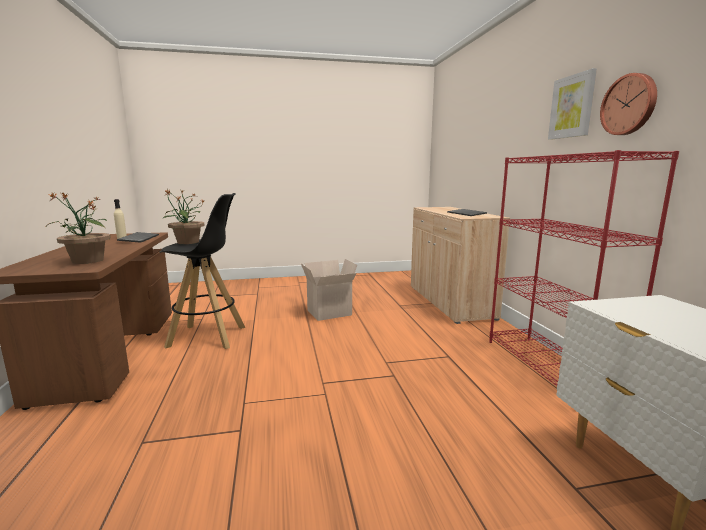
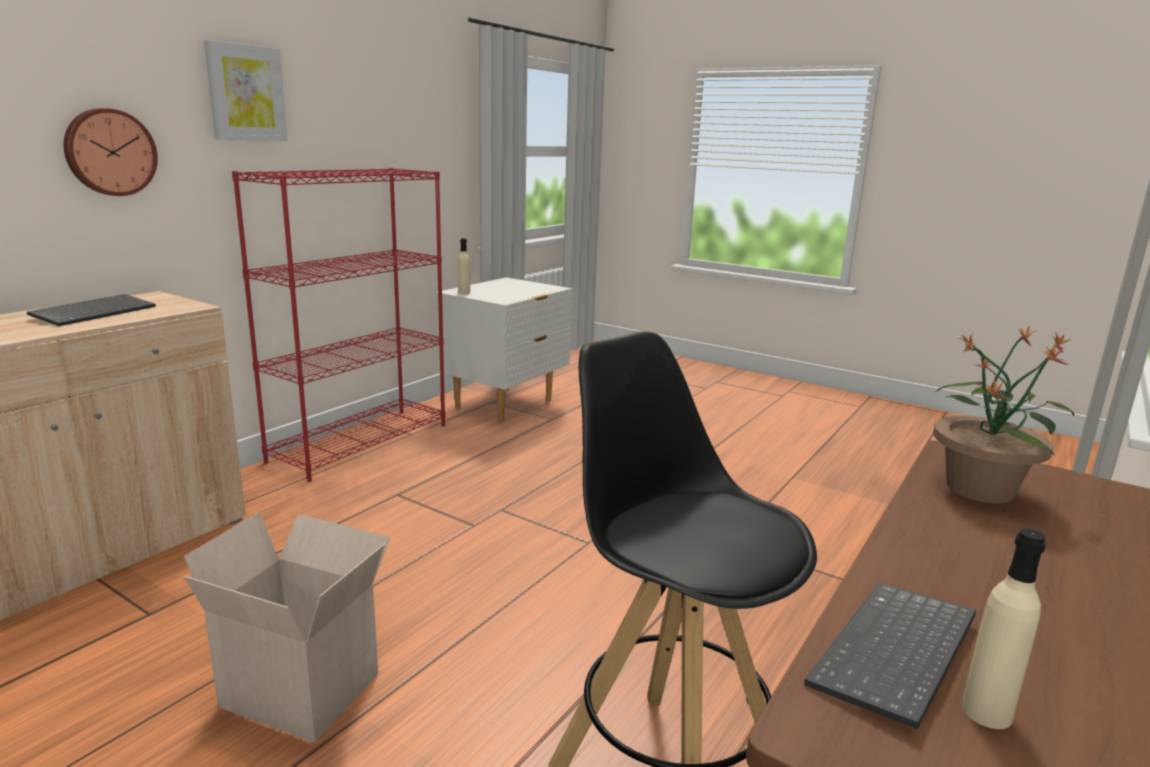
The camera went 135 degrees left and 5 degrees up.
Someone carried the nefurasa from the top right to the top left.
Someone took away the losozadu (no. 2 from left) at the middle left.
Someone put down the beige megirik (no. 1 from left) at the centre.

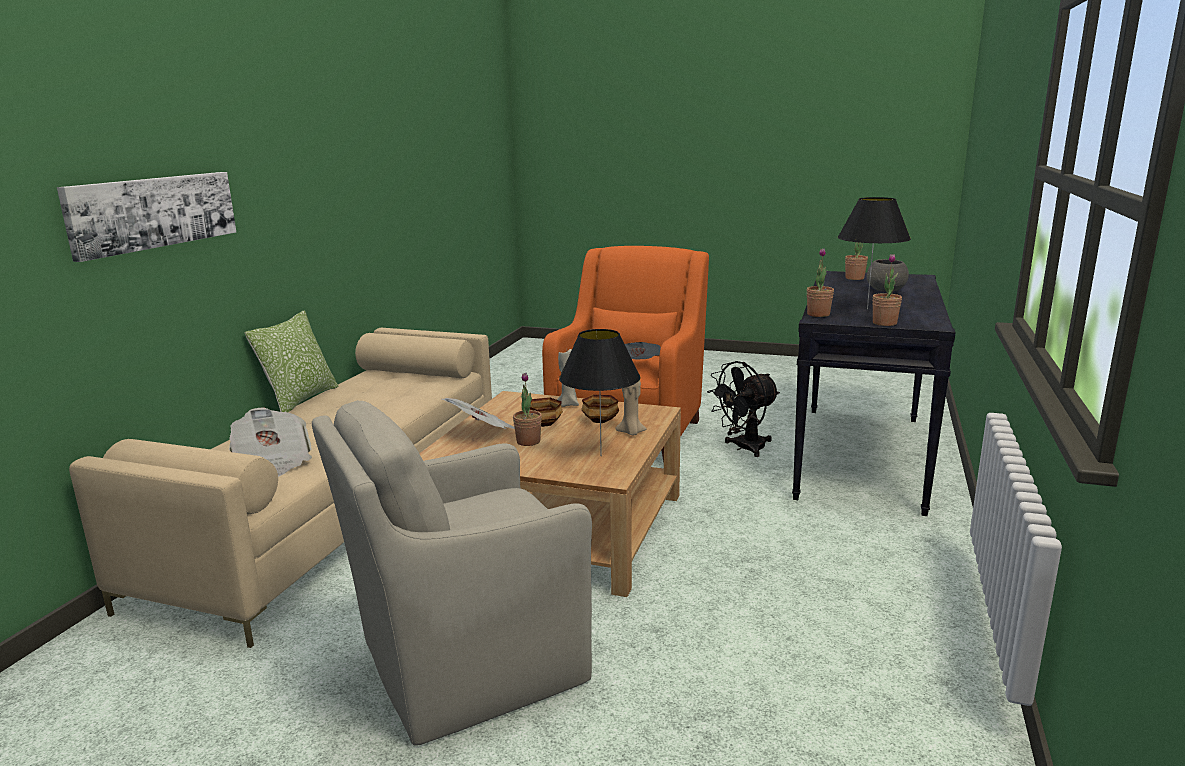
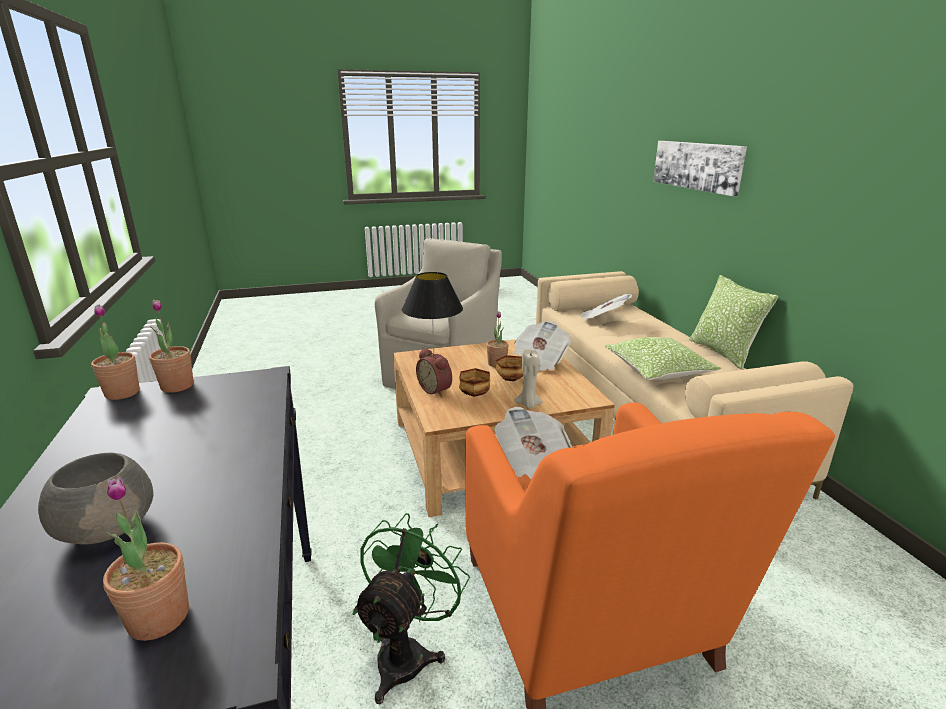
The camera went 145 degrees right and 5 degrees up.
Someone took away the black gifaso (no. 2 from left) at the top right.
Someone carried the losozadu (no. 2 from left in the first image) from the middle right to the middle left.
Someone repainted the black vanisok at the centre, which became the green vanisok at the bottom centre.
Someone swapped the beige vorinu (no. 2 from left) at the centre for the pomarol at the centre.
Someone put down the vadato (no. 1 from left) at the middle right.

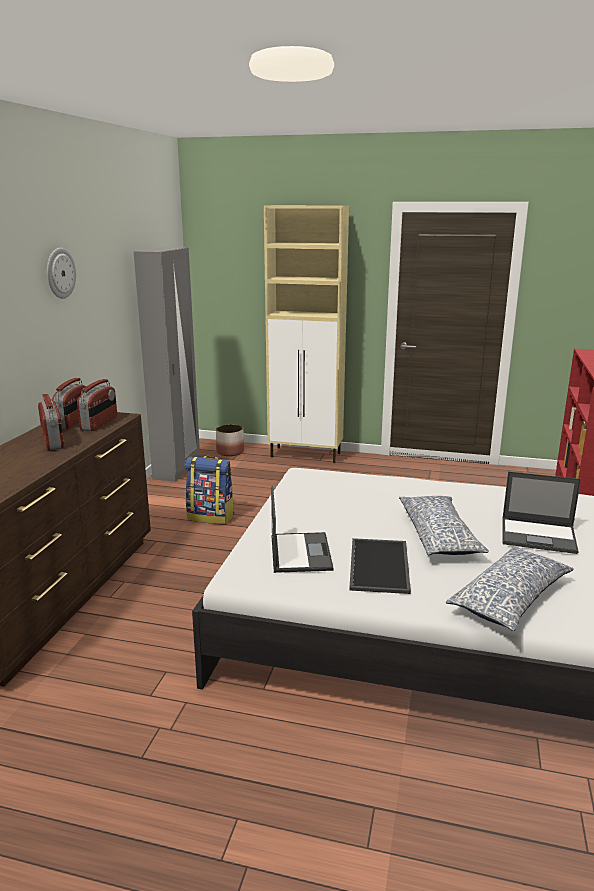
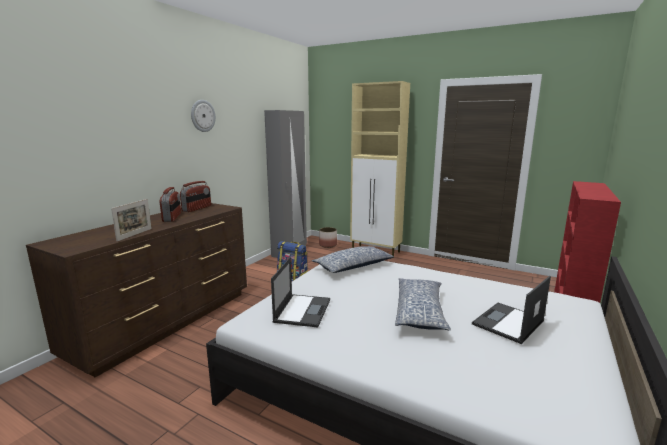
The camera went 15 degrees right and 5 degrees down.
Someone took away the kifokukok (no. 3 from left) at the middle left.
Someone rotated the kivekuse (no. 2 from left) at the middle right by 105 degrees clockwise.
Someone took away the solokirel at the centre.
Someone carried the vadato (no. 2 from left in the first image) from the middle right to the centre.
Someone put down the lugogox at the middle left.

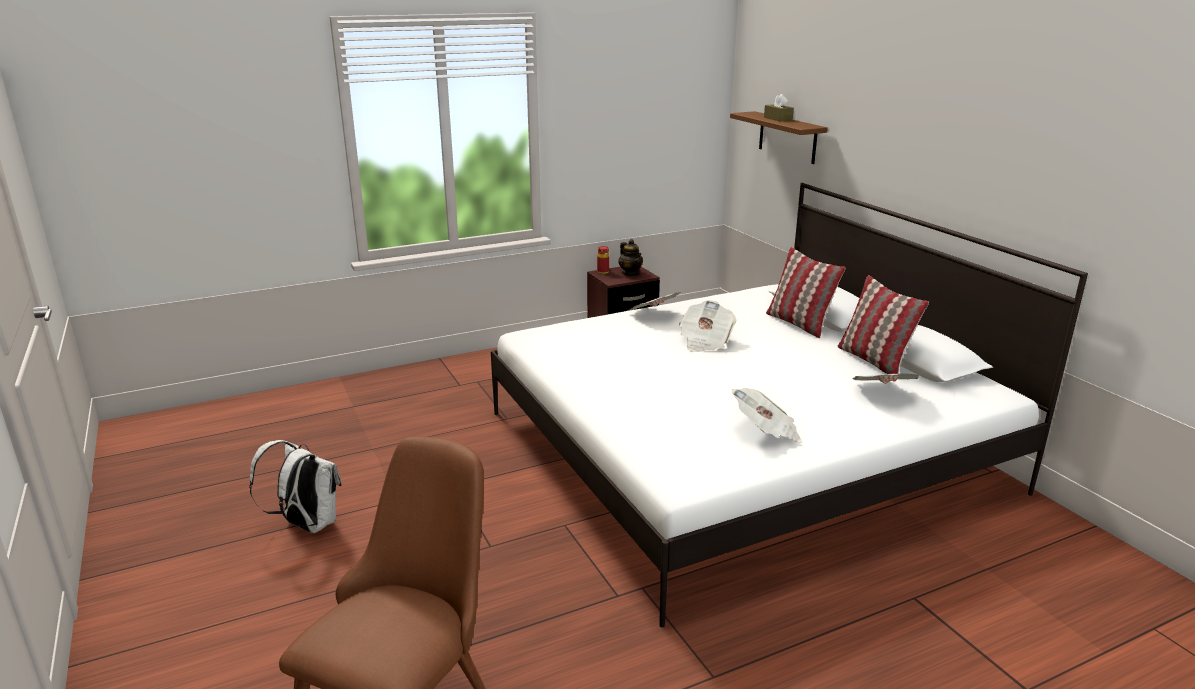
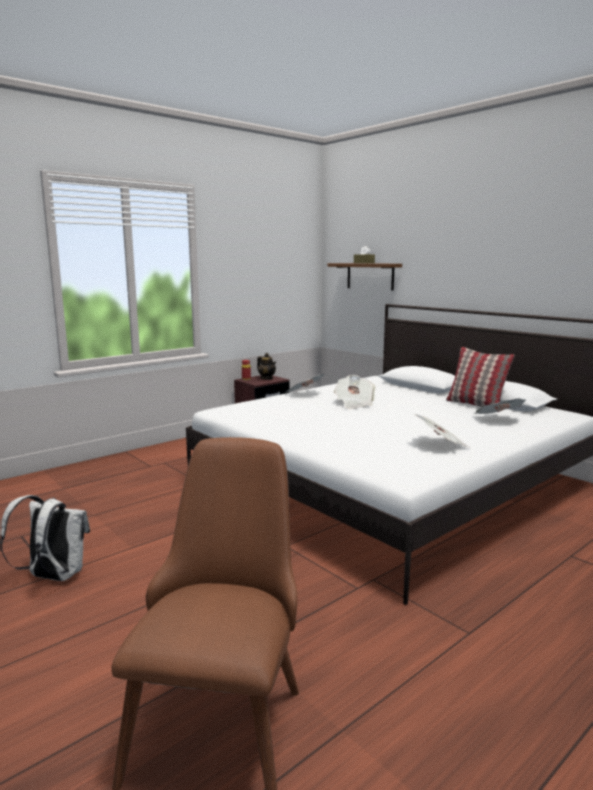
The camera went 15 degrees left and 10 degrees down.
Someone took away the vadato (no. 1 from left) at the middle right.

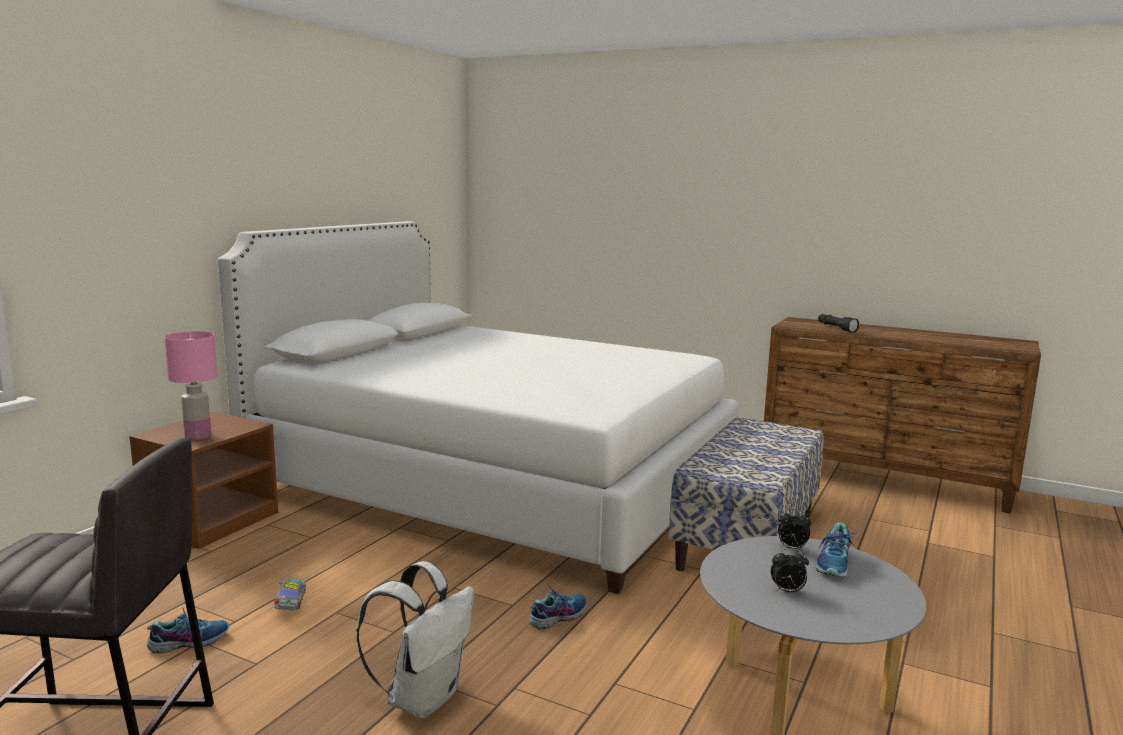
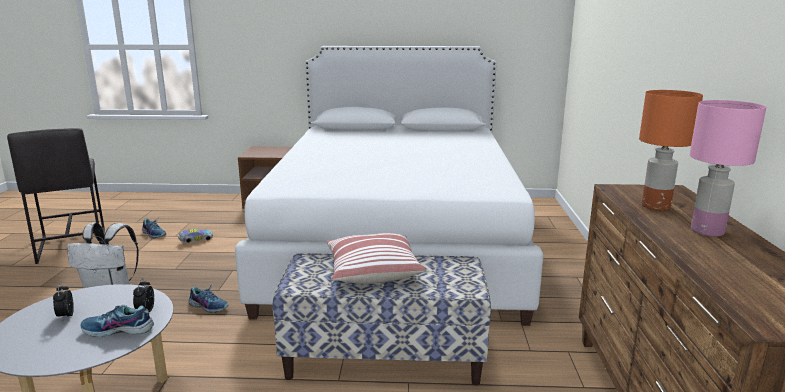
The camera went 65 degrees right and 5 degrees up.
Someone swapped the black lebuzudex at the middle right for the orange gifaso at the middle right.
Someone carried the pink gifaso from the middle left to the middle right.
Someone put down the vadato at the centre.

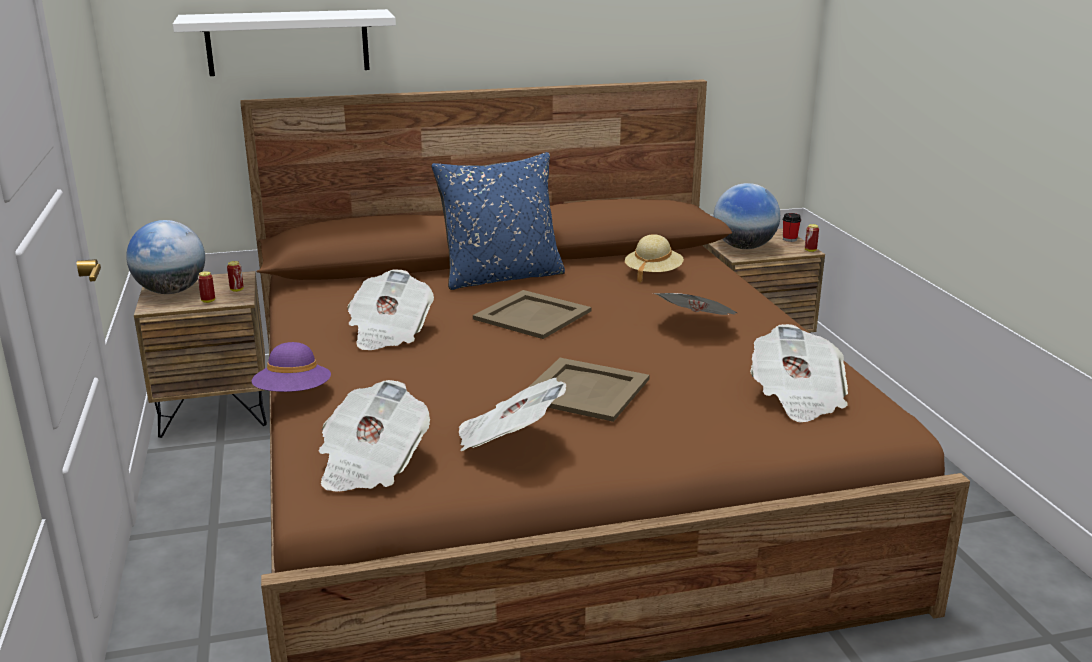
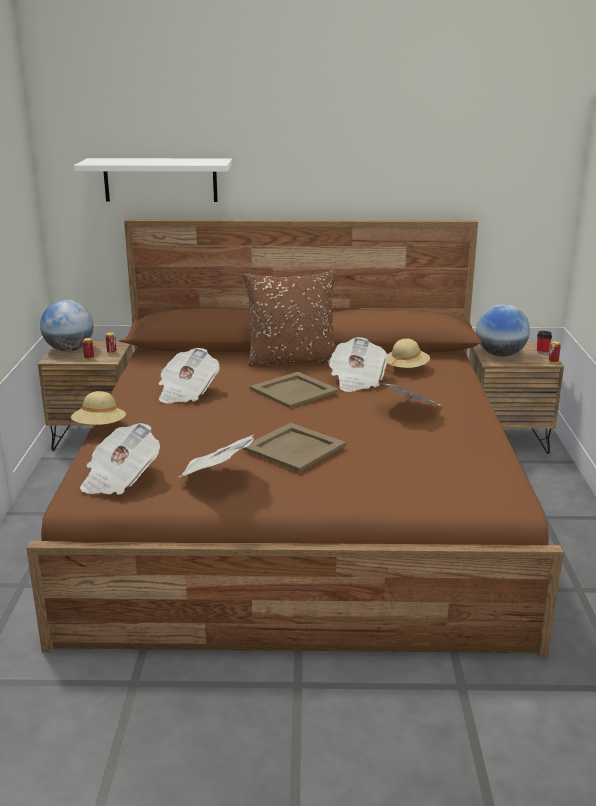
The camera went 15 degrees right and 0 degrees up.
Someone repainted the blue vadato at the centre, which became the brown vadato at the centre.
Someone carried the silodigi (no. 5 from left in the first image) from the middle right to the centre.
Someone repainted the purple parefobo at the middle left, which became the beige parefobo (no. 1 from left) at the middle left.

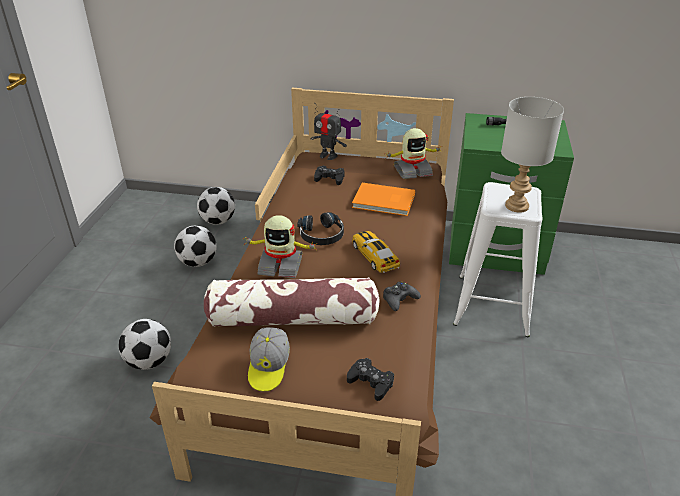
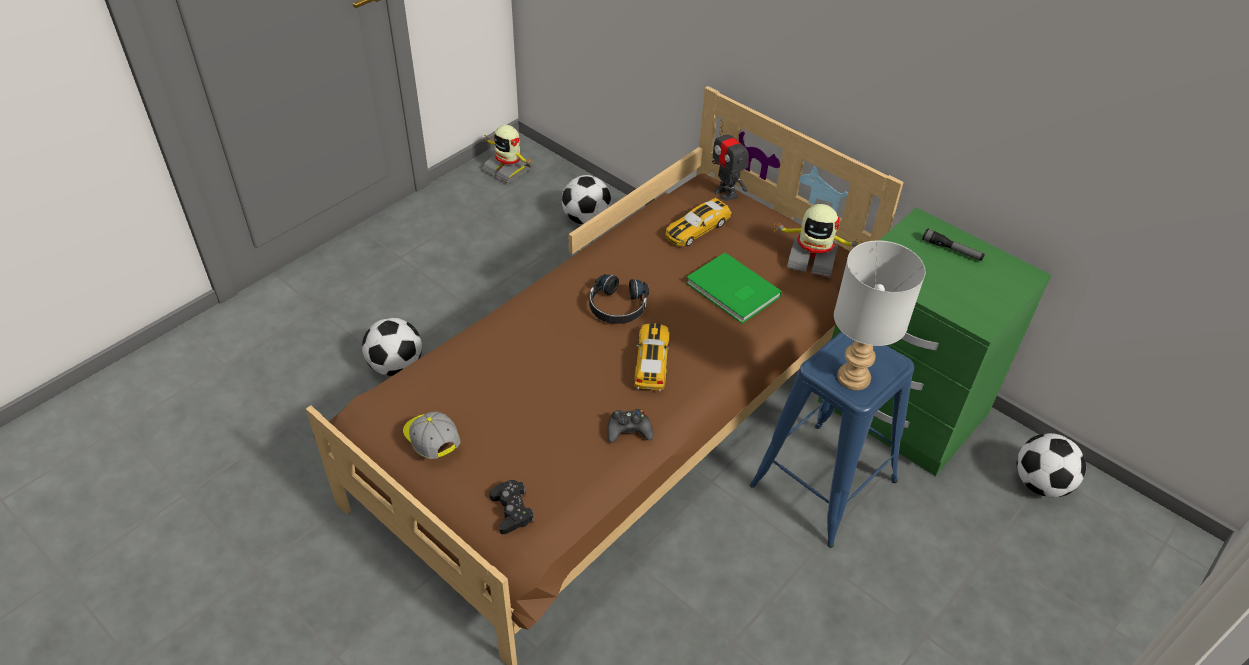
The camera went 30 degrees right and 10 degrees up.
Someone swapped the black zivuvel (no. 1 from left) at the centre for the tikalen (no. 2 from left) at the centre.
Someone repainted the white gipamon at the middle right, which became the blue gipamon at the centre.
Someone repainted the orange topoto at the centre, which became the green topoto at the centre.
Someone carried the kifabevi (no. 1 from left) from the centre to the top centre.
Someone carried the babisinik (no. 2 from left in the first image) from the middle left to the bottom right.
Someone took away the vadato at the centre.
Someone rotated the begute at the bottom centre by 105 degrees clockwise.

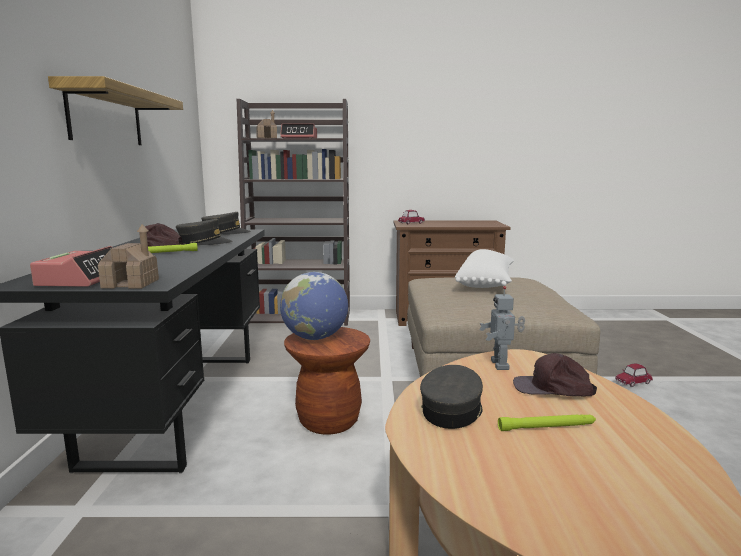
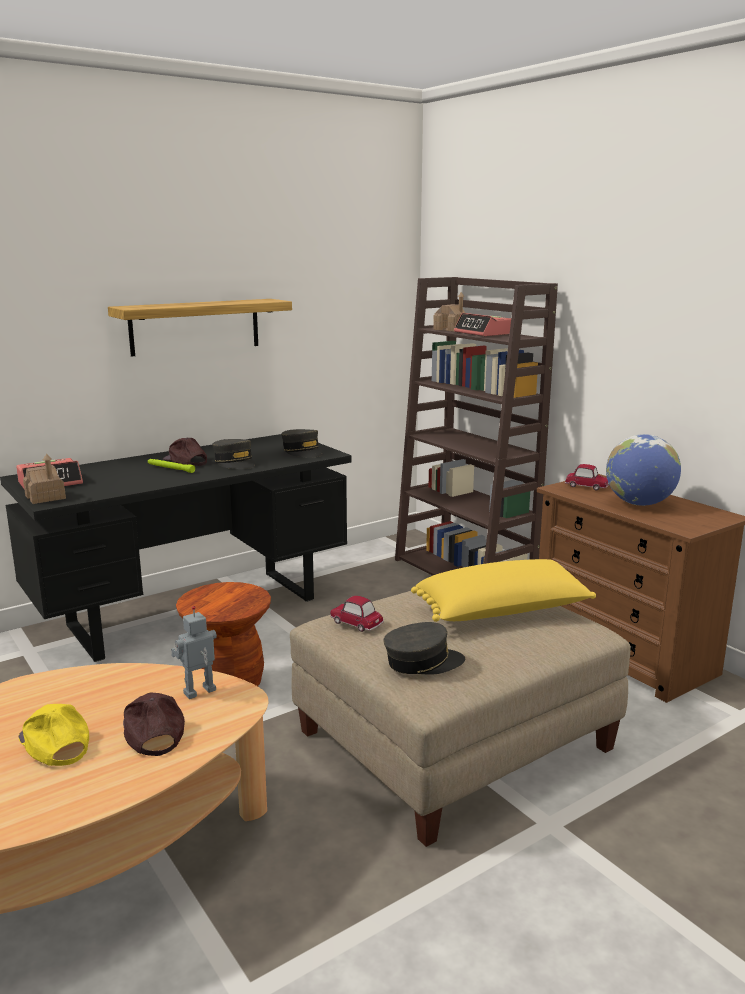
The camera went 55 degrees right and 5 degrees up.
Someone repainted the white vadato at the centre, which became the yellow vadato at the middle right.
Someone carried the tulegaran from the centre to the middle right.
Someone carried the tikalen (no. 2 from left in the first image) from the bottom right to the centre.
Someone carried the grey begute (no. 3 from left) from the bottom centre to the centre.
Someone swapped the green lebuzudex (no. 2 from left) at the bottom right for the yellow begute at the bottom left.

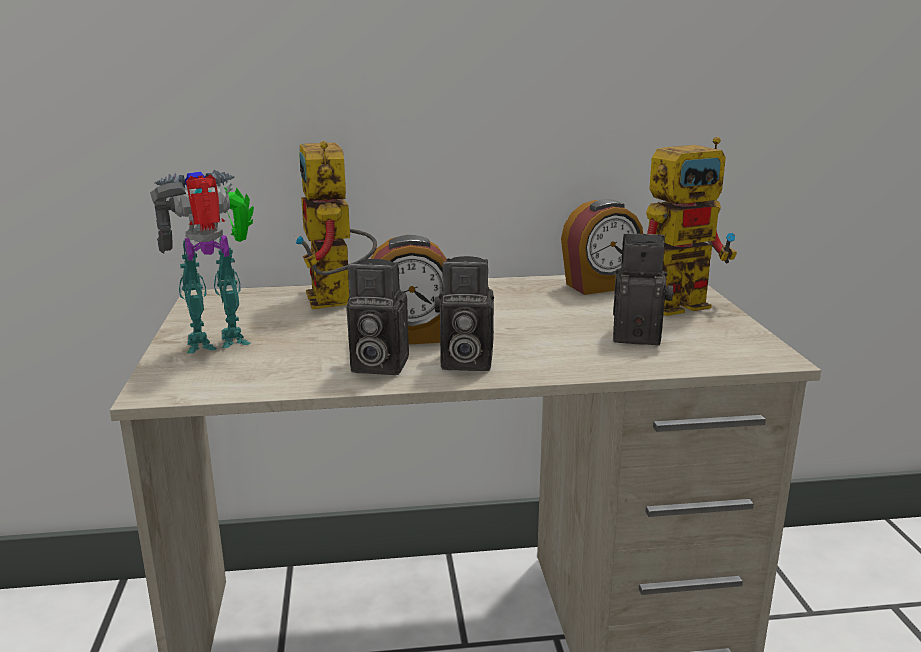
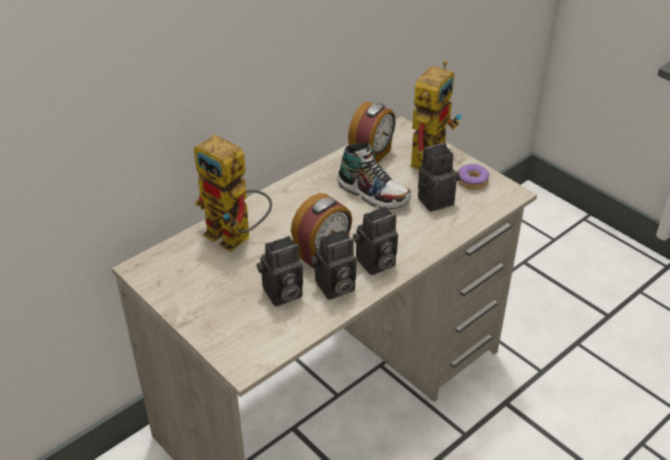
The camera went 35 degrees left and 20 degrees up.
Someone took away the kifabevi (no. 1 from left) at the middle left.
Someone put down the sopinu at the centre.
Someone put down the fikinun at the middle right.
Someone put down the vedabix (no. 1 from left) at the centre.

